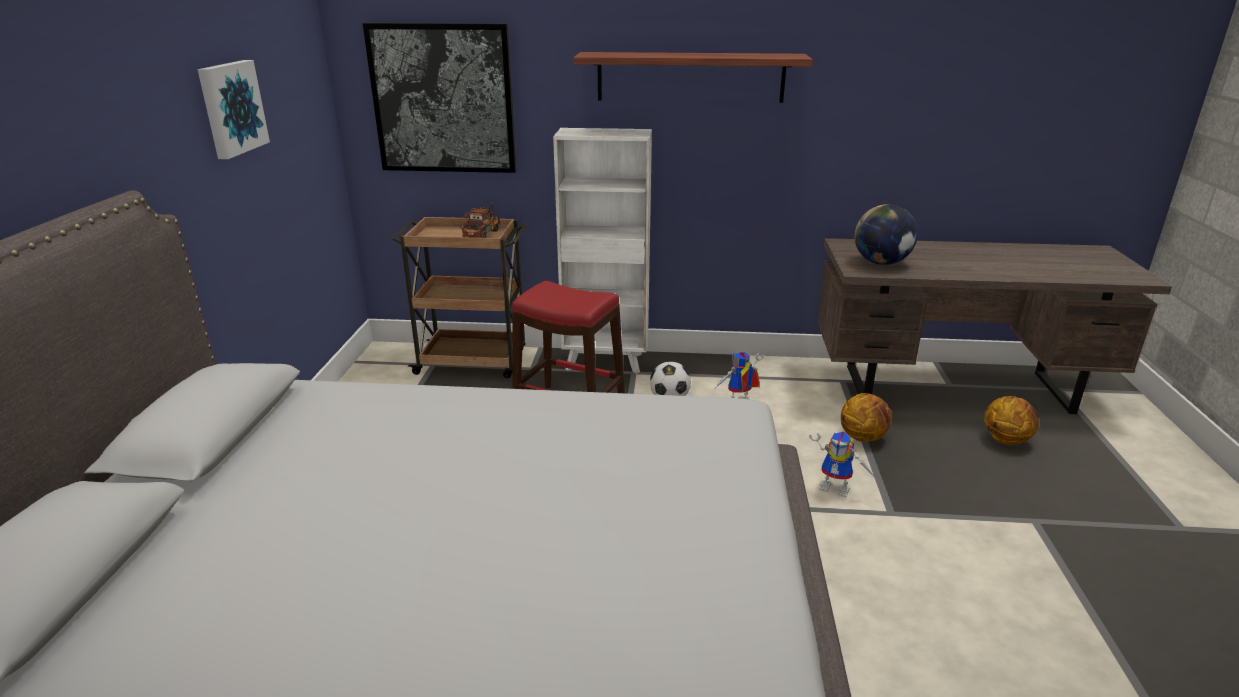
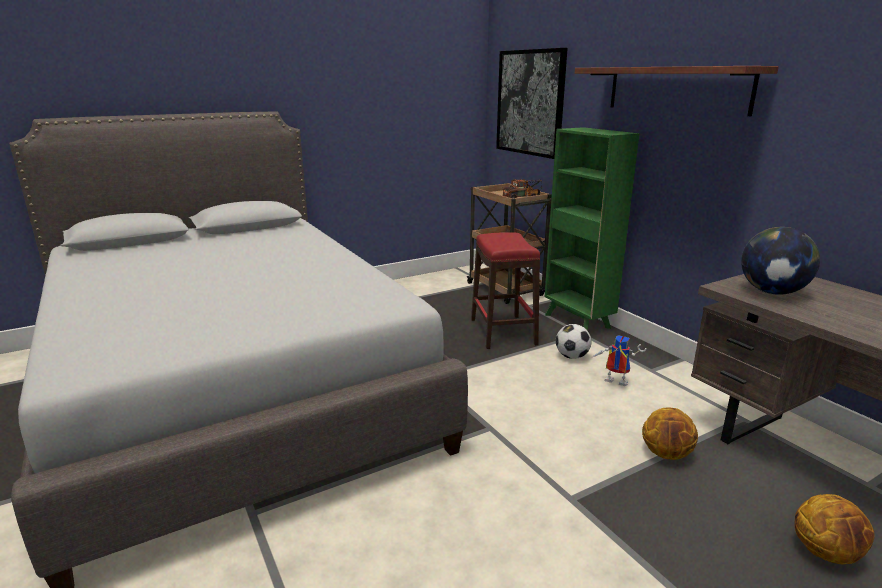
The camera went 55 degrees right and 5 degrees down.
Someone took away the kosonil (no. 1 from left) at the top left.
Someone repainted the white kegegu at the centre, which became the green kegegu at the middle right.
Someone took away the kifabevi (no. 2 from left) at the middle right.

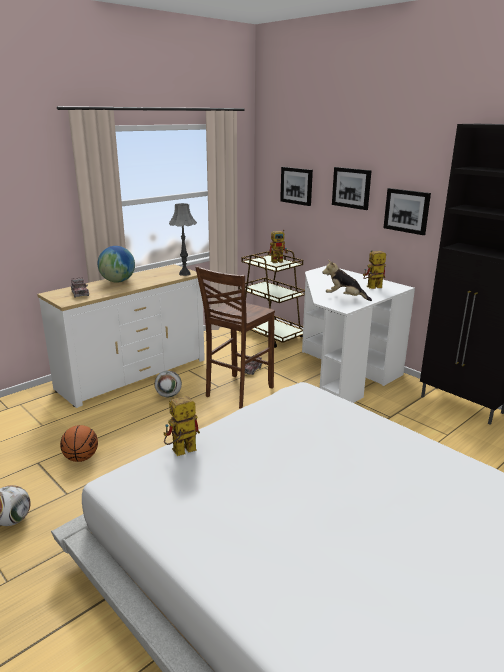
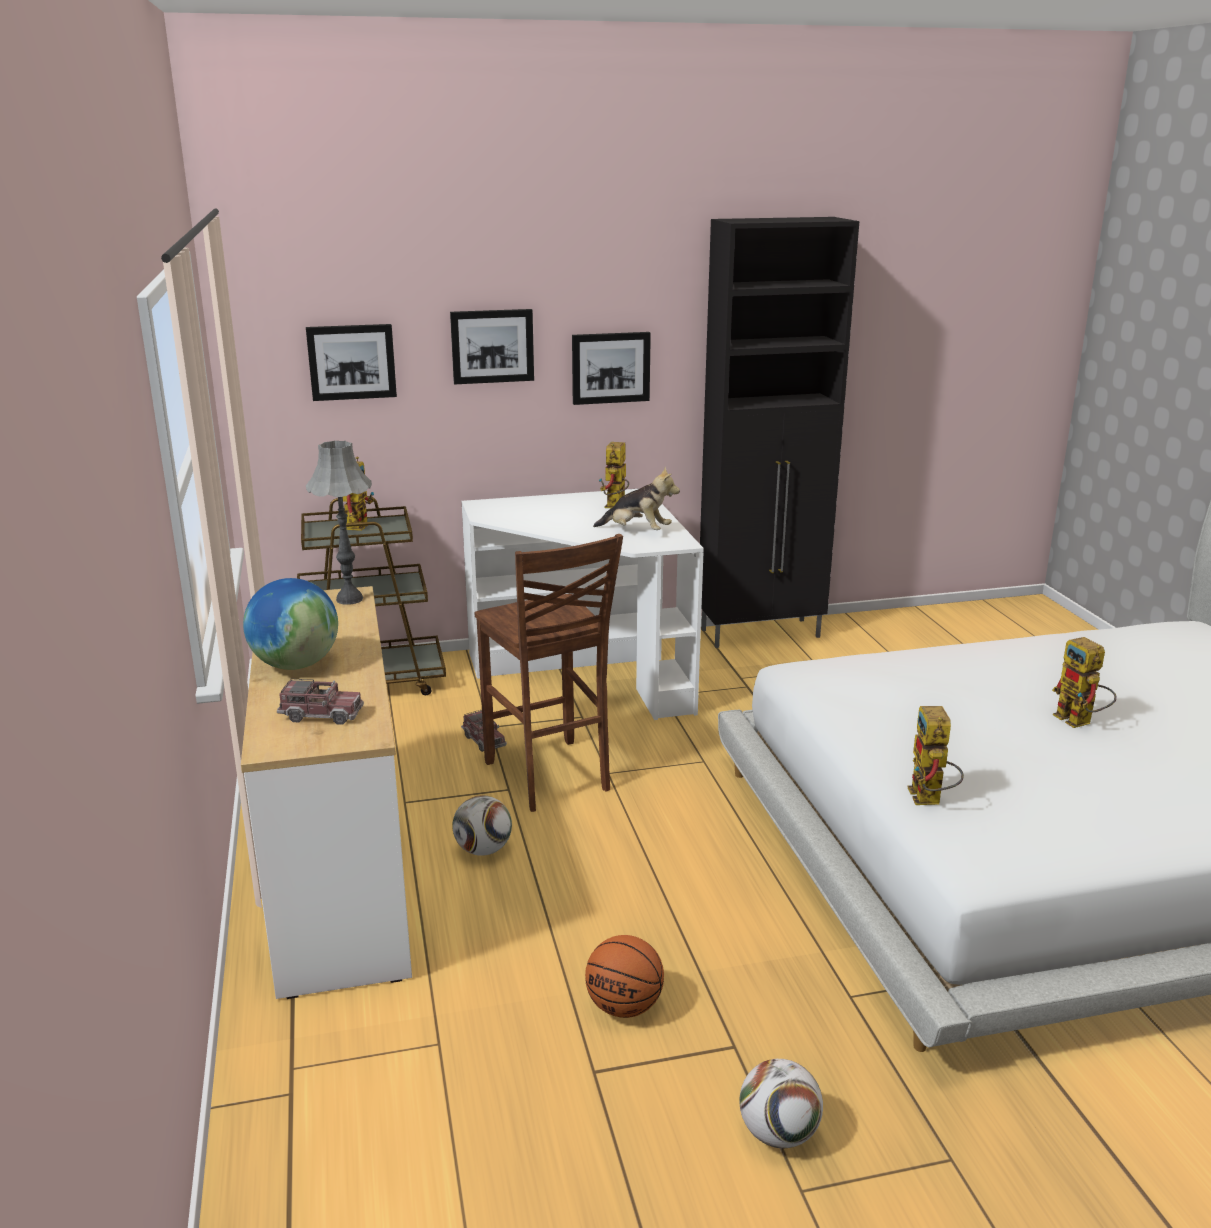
The camera went 60 degrees left and 0 degrees up.
Someone rotated the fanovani at the middle right by 120 degrees counterclockwise.
Someone put down the kifabevi (no. 4 from left) at the middle right.

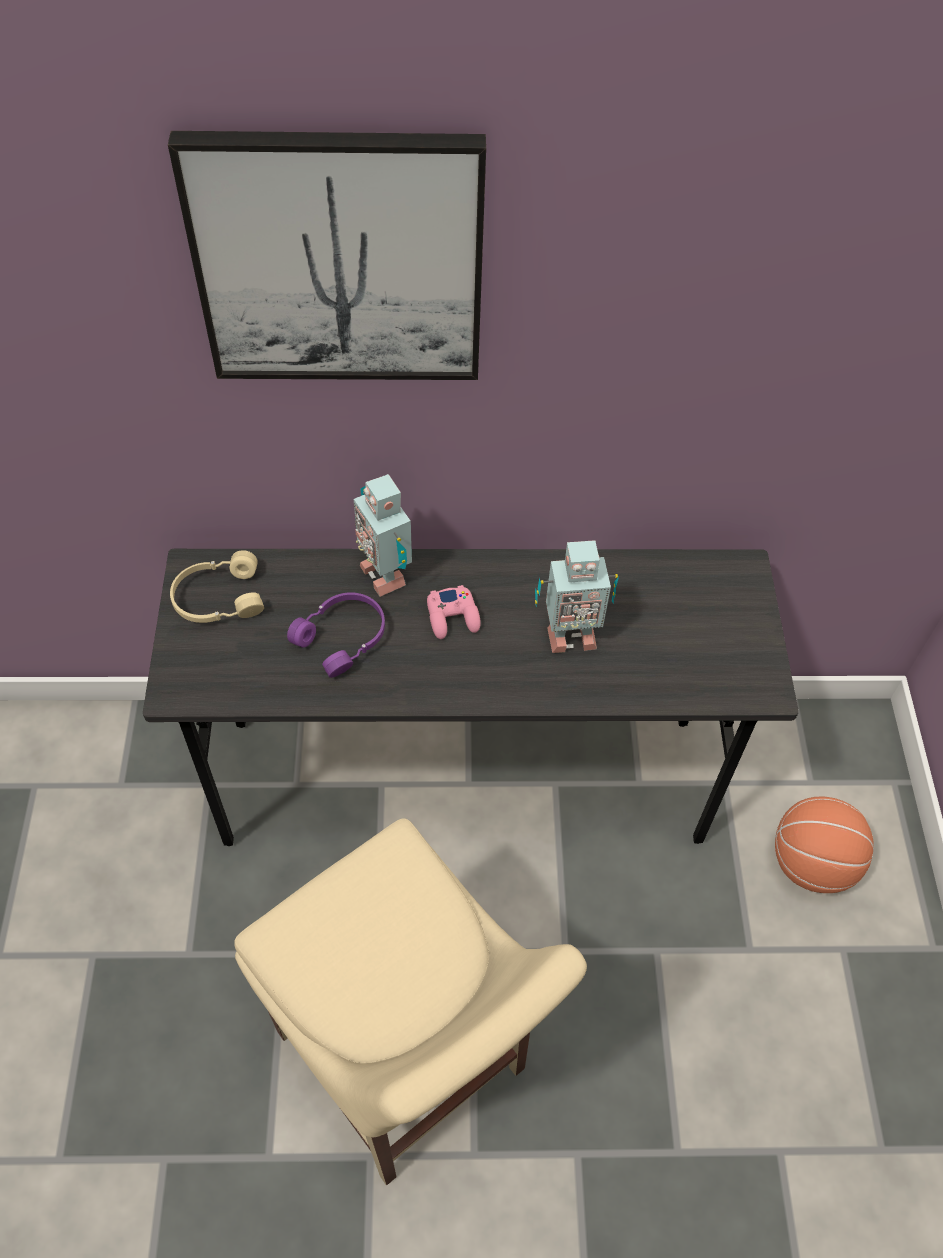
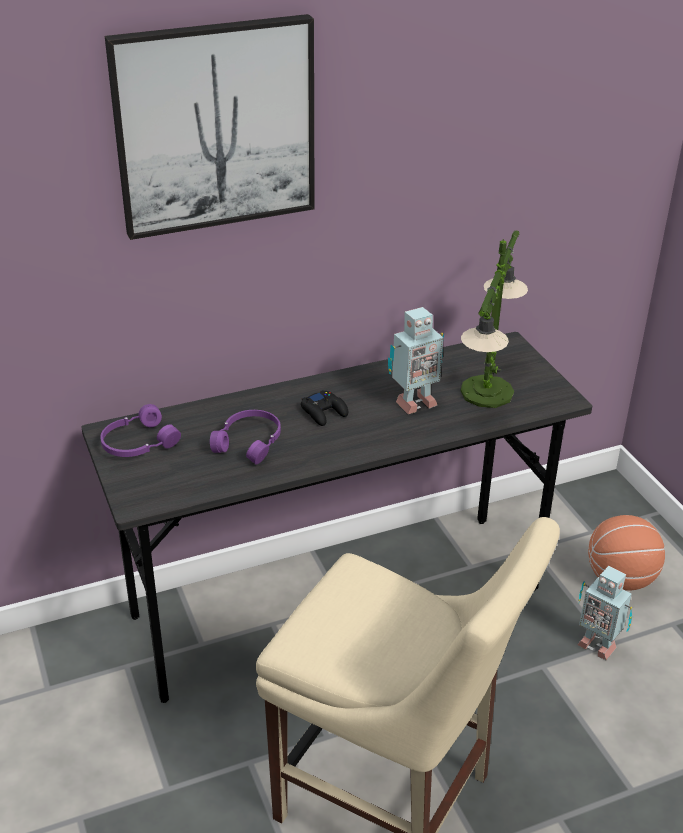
The camera went 20 degrees left and 20 degrees down.
Someone carried the kifabevi (no. 1 from left in the first image) from the centre to the bottom right.
Someone repainted the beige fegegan at the middle left, which became the purple fegegan (no. 1 from left) at the middle left.
Someone repainted the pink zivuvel at the centre, which became the black zivuvel at the centre.
Someone put down the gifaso at the middle right.

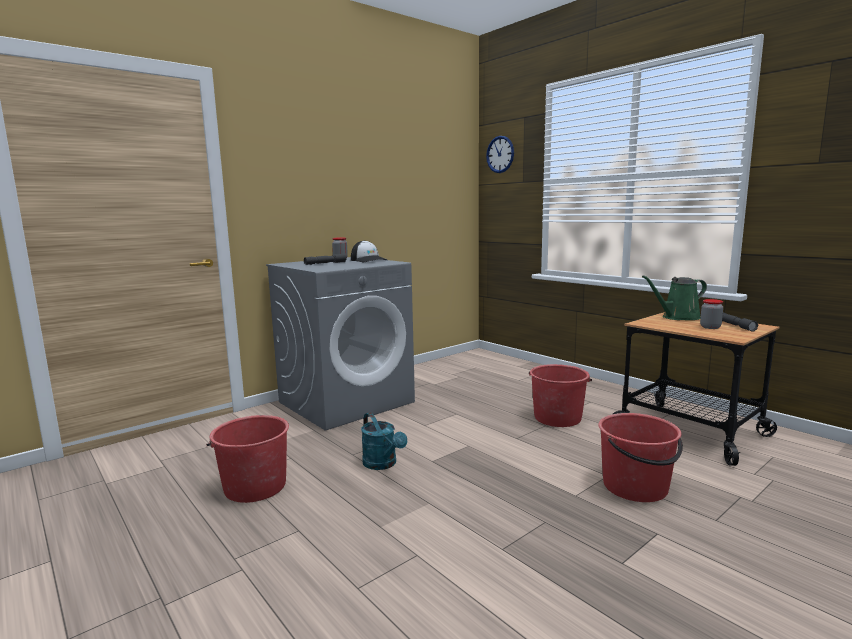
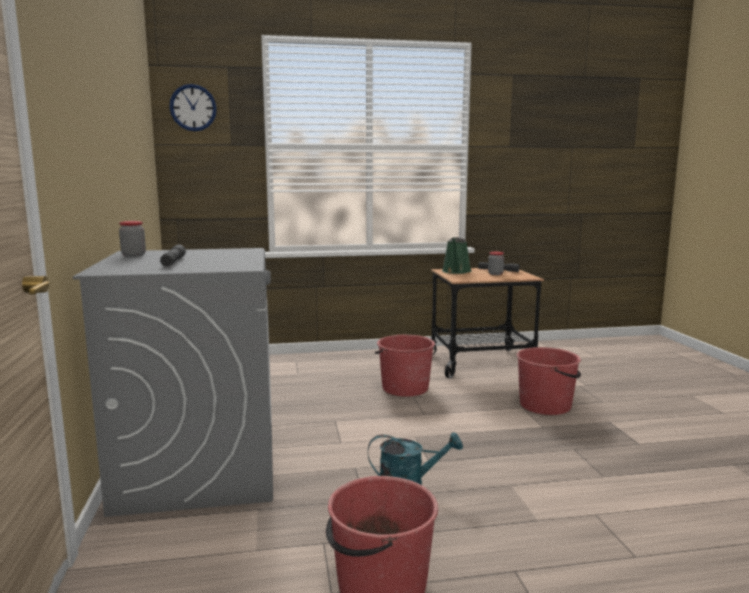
The camera went 60 degrees left and 0 degrees up.
Someone took away the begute at the centre.

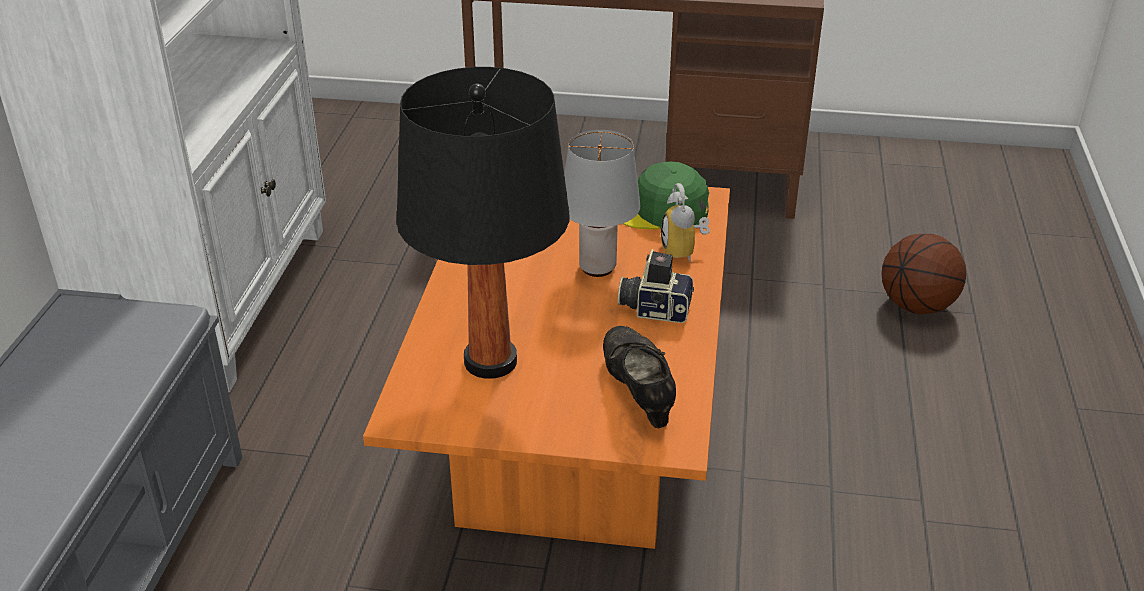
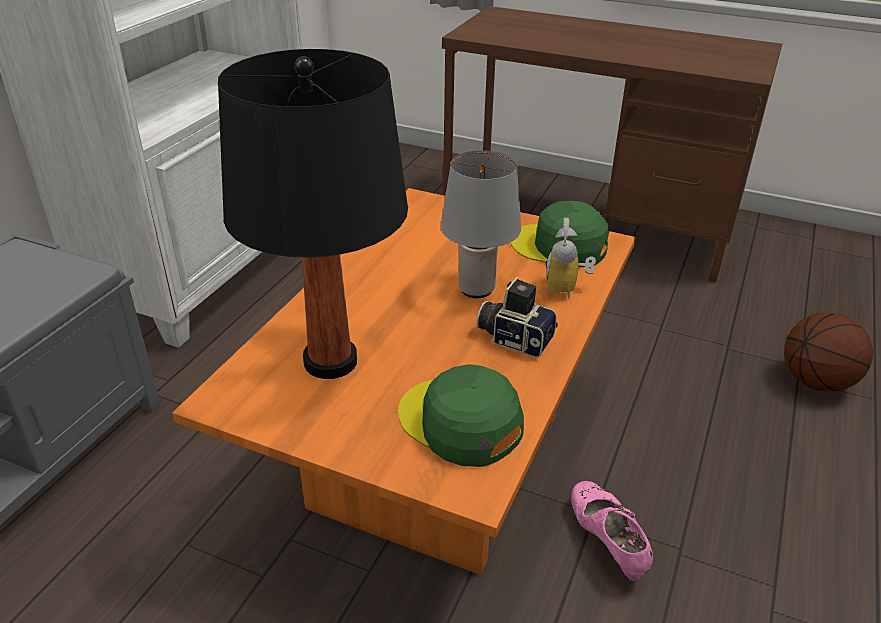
The camera went 15 degrees right and 0 degrees up.
Someone swapped the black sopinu at the centre for the green begute (no. 1 from left) at the centre.
Someone put down the pink sopinu at the bottom right.

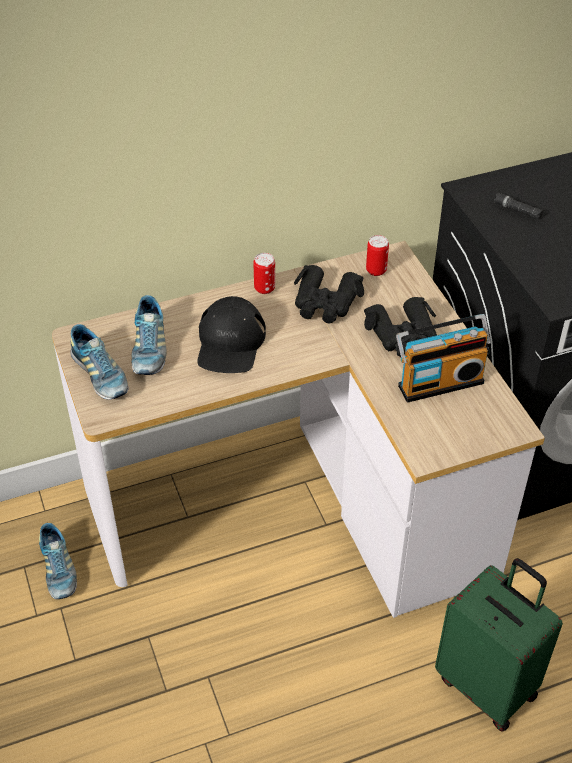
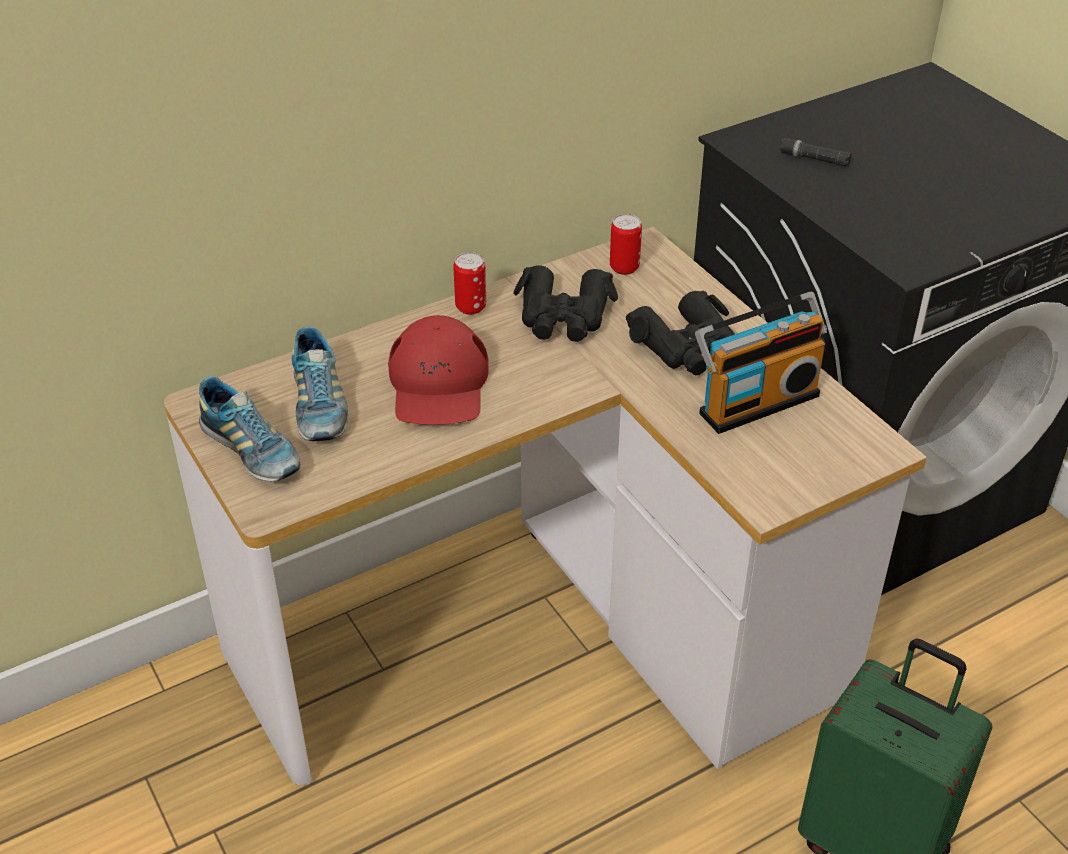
The camera went 10 degrees left and 5 degrees down.
Someone repainted the black begute at the centre, which became the red begute at the centre.
Someone took away the sopinu (no. 1 from left) at the bottom left.

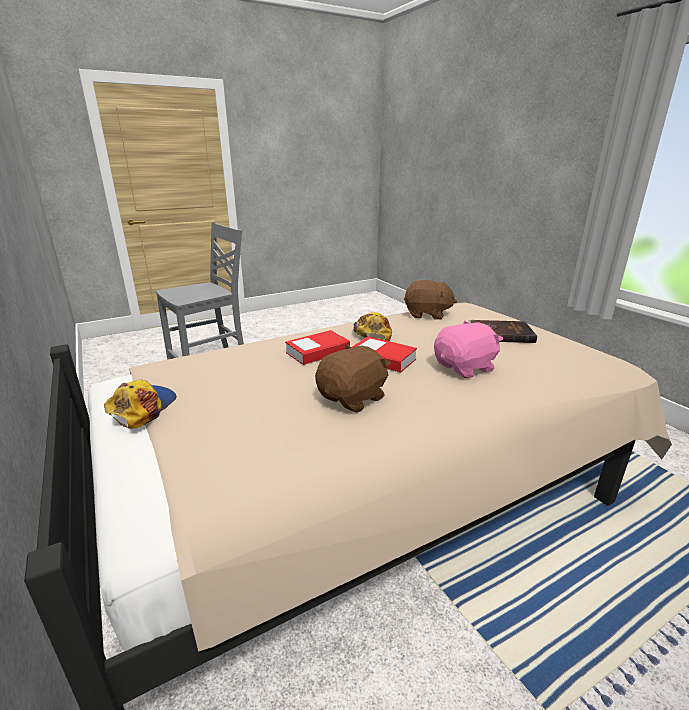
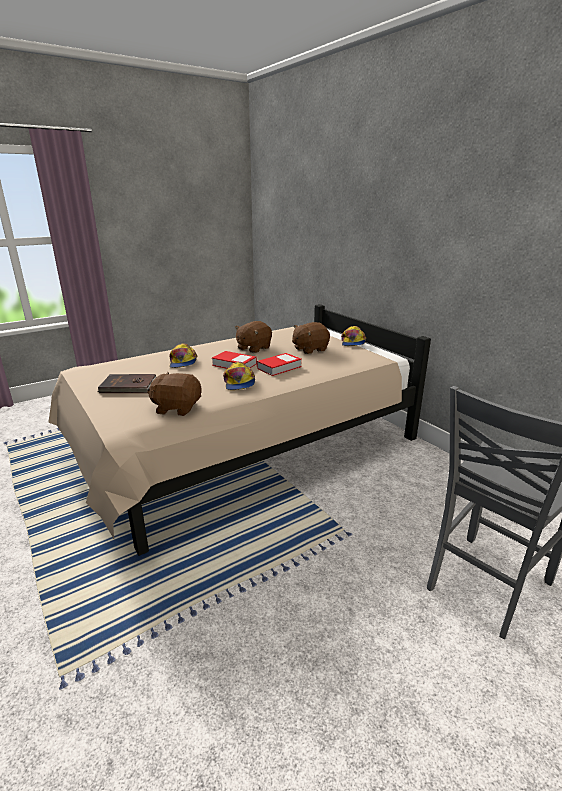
The camera went 175 degrees right and 0 degrees up.
Someone swapped the pink fanovani at the middle right for the begute (no. 1 from left) at the middle left.
Someone put down the brown fanovani (no. 3 from left) at the centre.

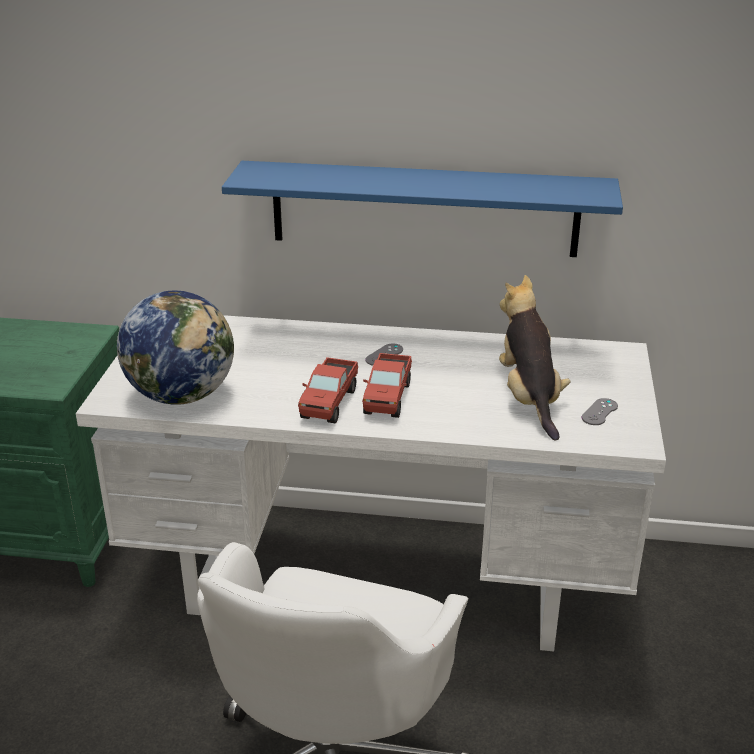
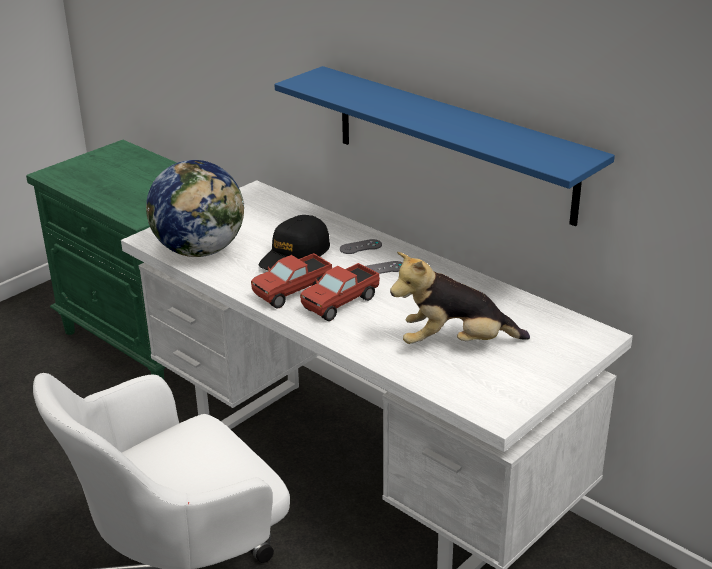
The camera went 35 degrees right and 0 degrees up.
Someone rotated the fanovani at the middle right by 120 degrees counterclockwise.
Someone carried the grey zivuvel (no. 2 from left in the first image) from the middle right to the centre.
Someone put down the black begute at the centre.

